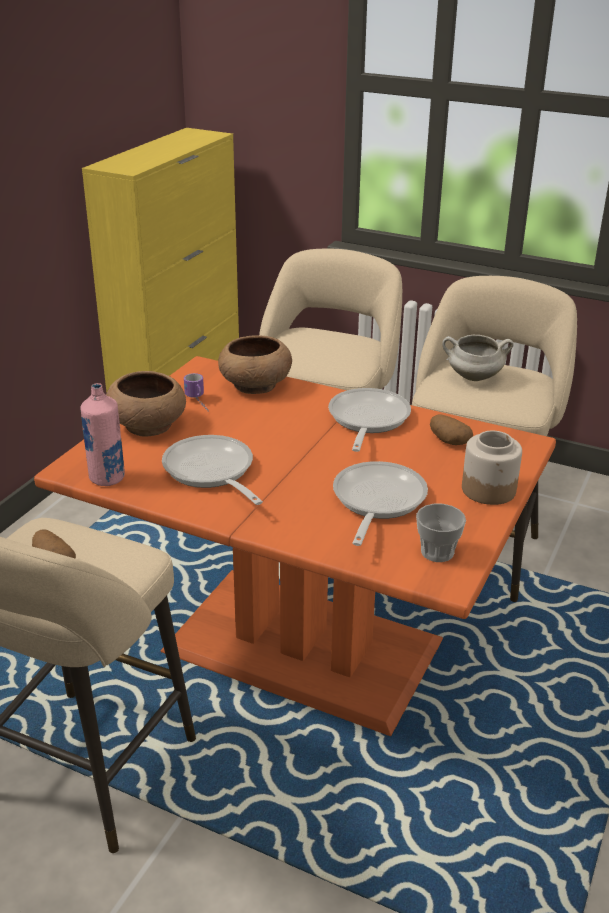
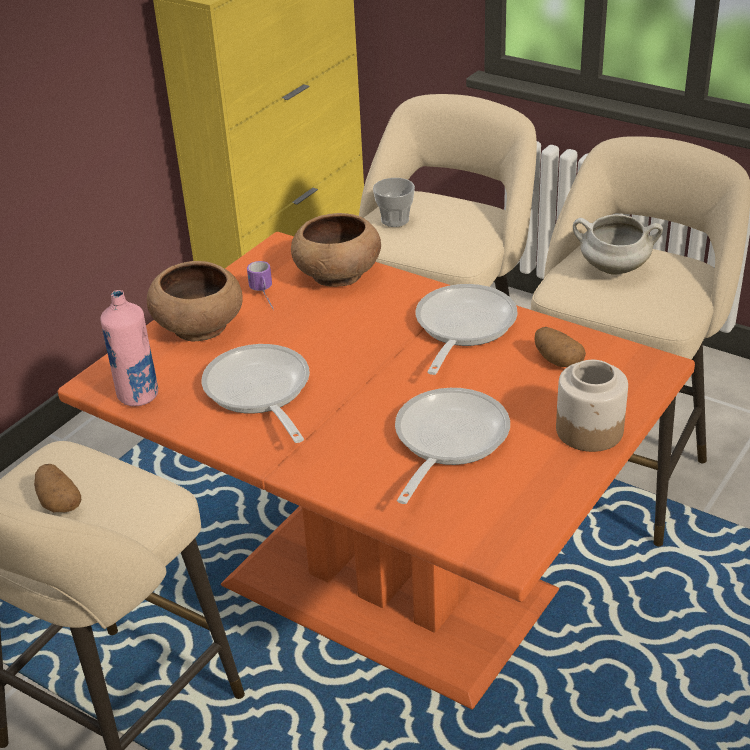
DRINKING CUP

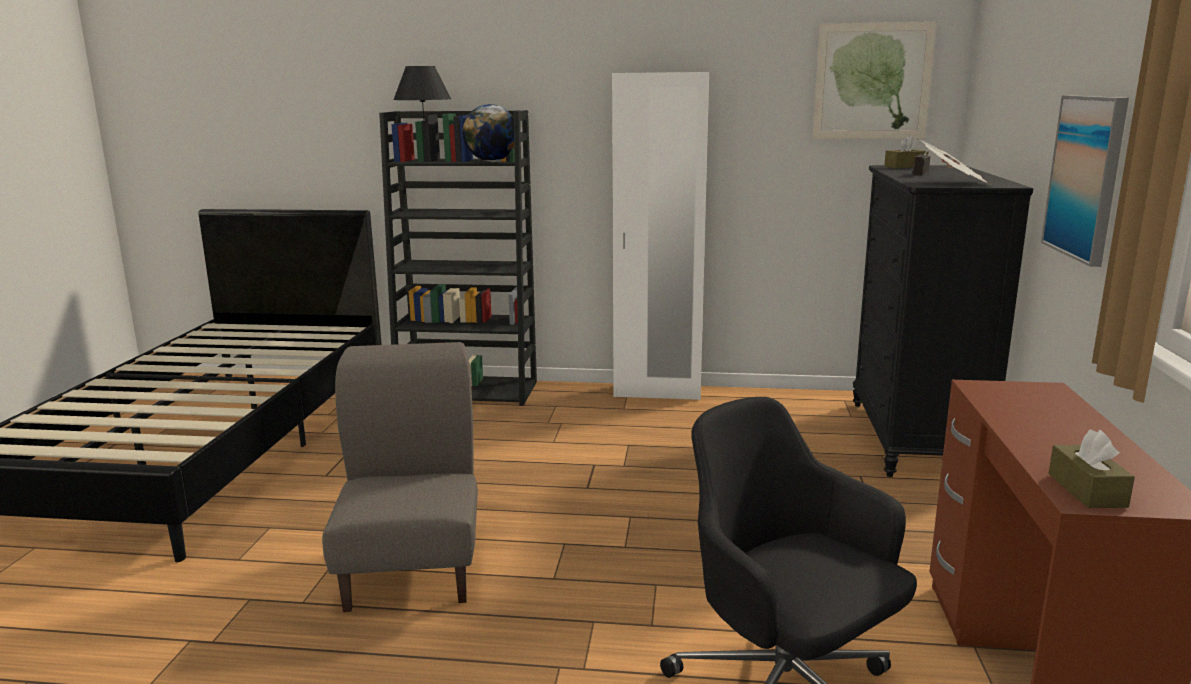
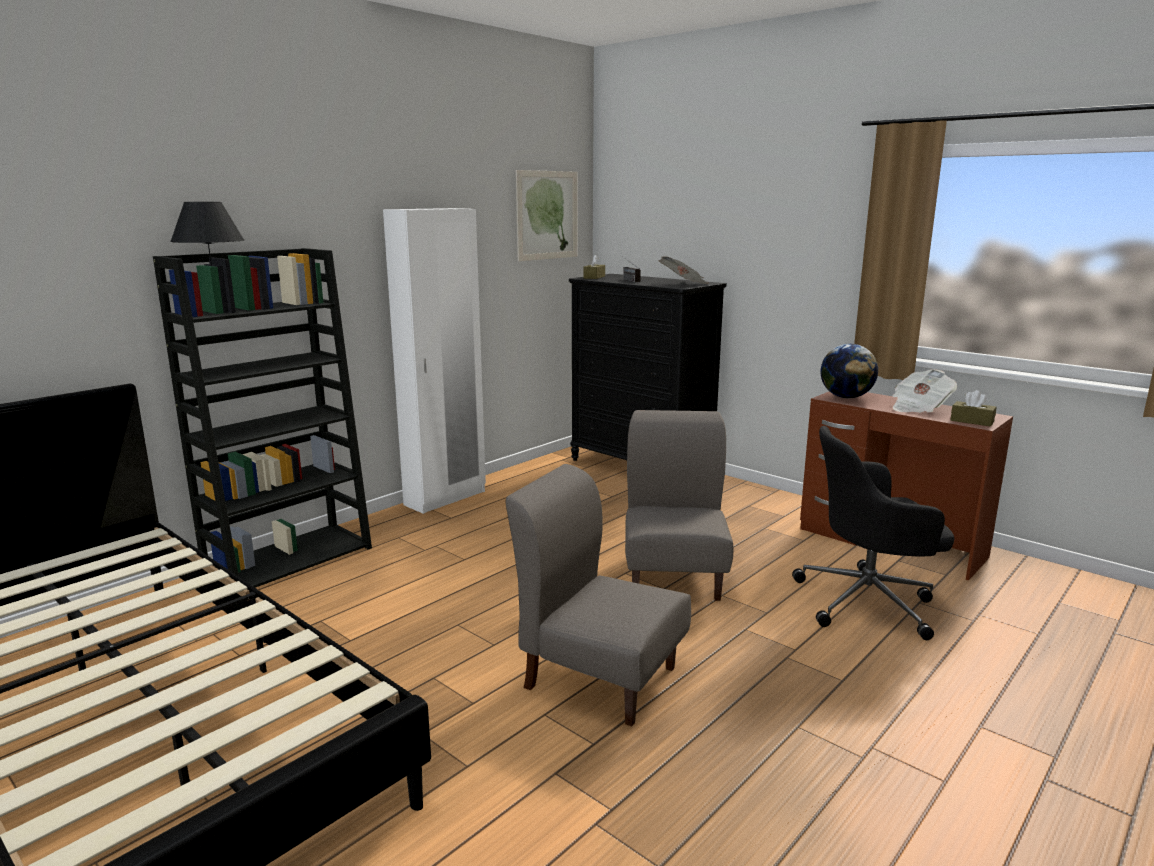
WALL PICTURE (no. 2 from left in the first image)
WORLD GLOBE
NEWSPAPER (no. 2 from left)
GREYISH UPRIGHT CHAIR (no. 2 from left)

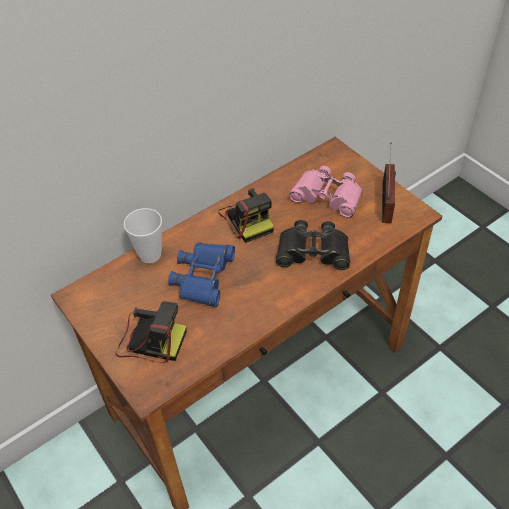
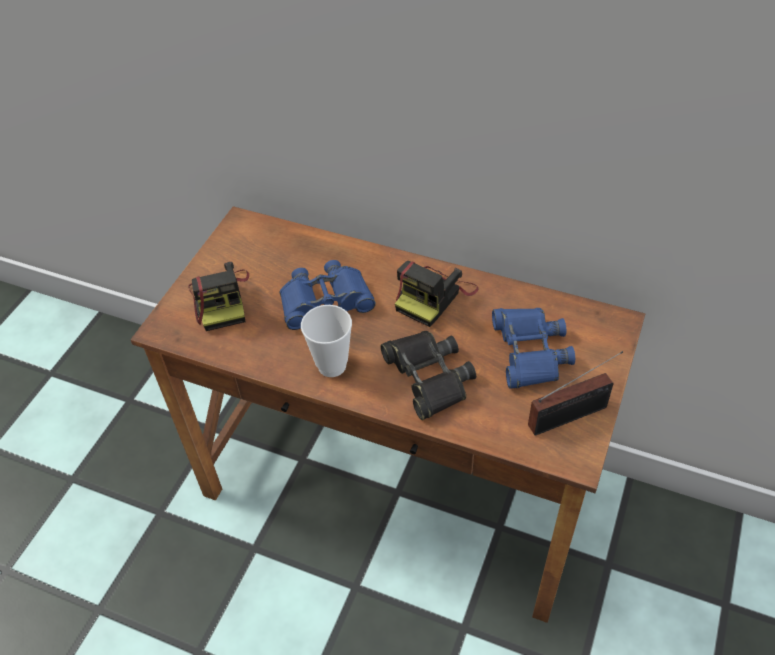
BLUE-COLOURED BINOCULARS (no. 2 from left)
DRINKING CUP

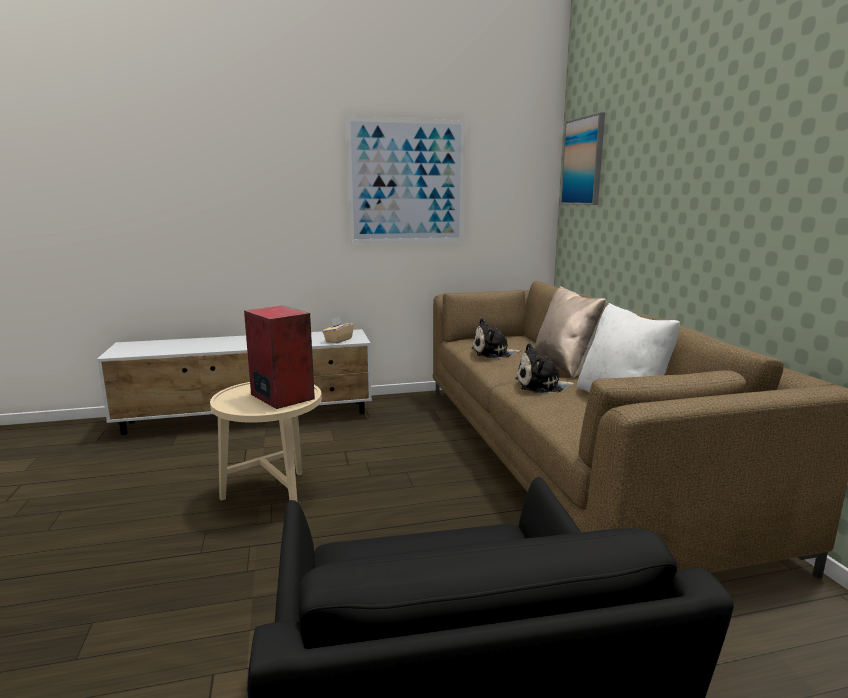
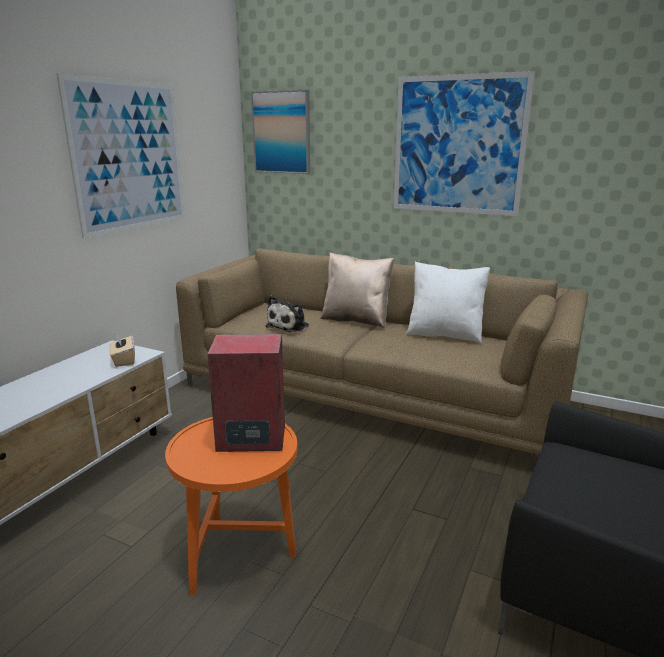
SOFT TOY (no. 2 from left in the first image)
ORANGE-COLOURED END TABLE
WALL PICTURE (no. 3 from left)

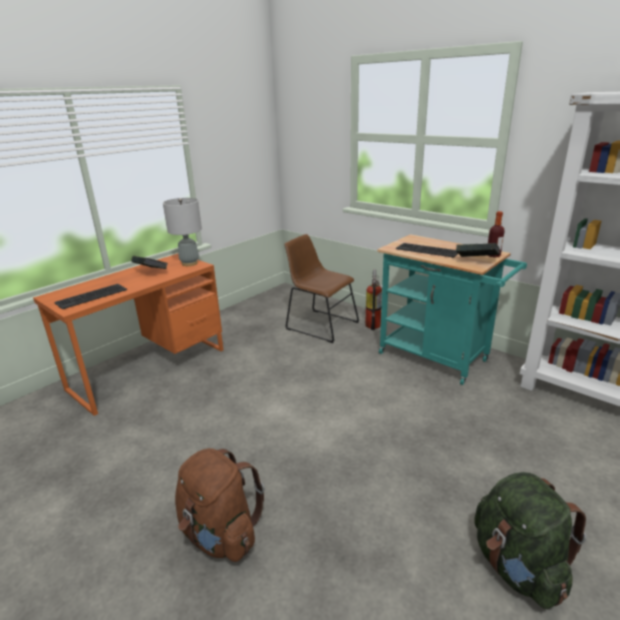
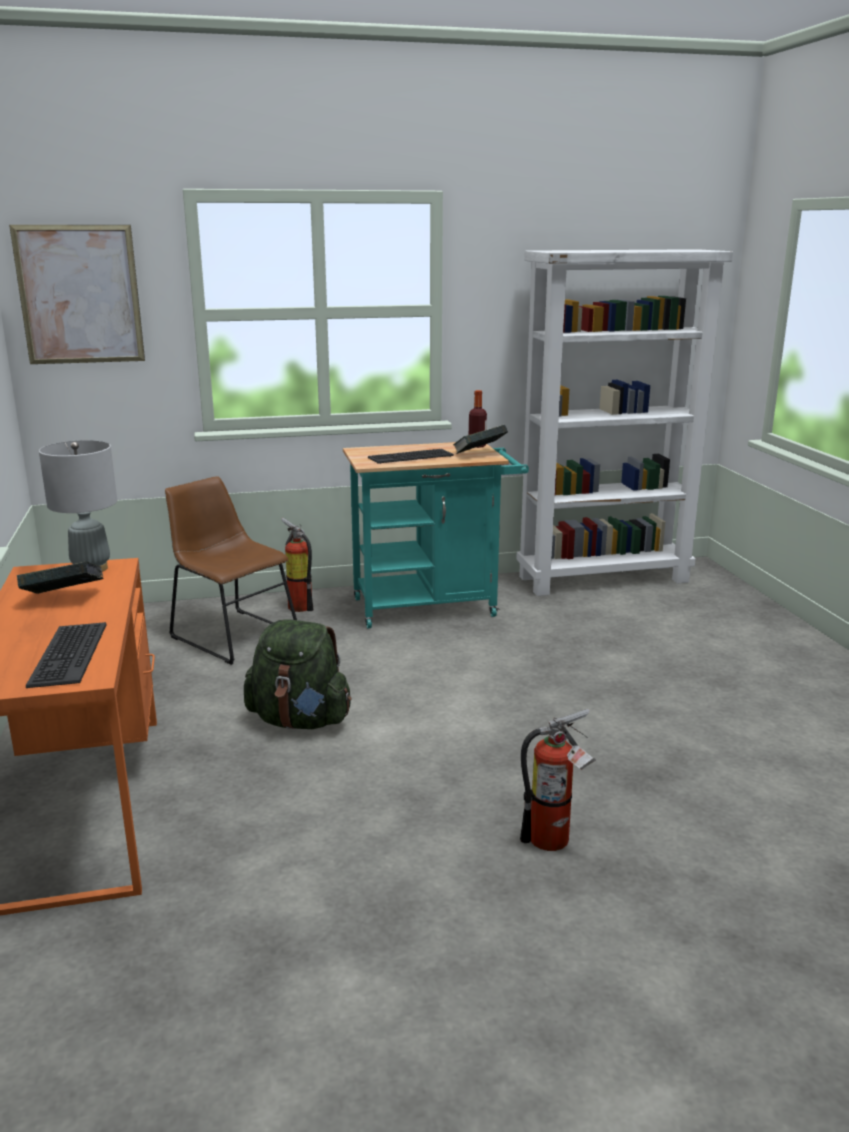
BROWN-COLOURED UPRIGHT CHAIR
EXTINGUISHER (no. 2 from left)
GREENISH BACKPACK
WALL PICTURE

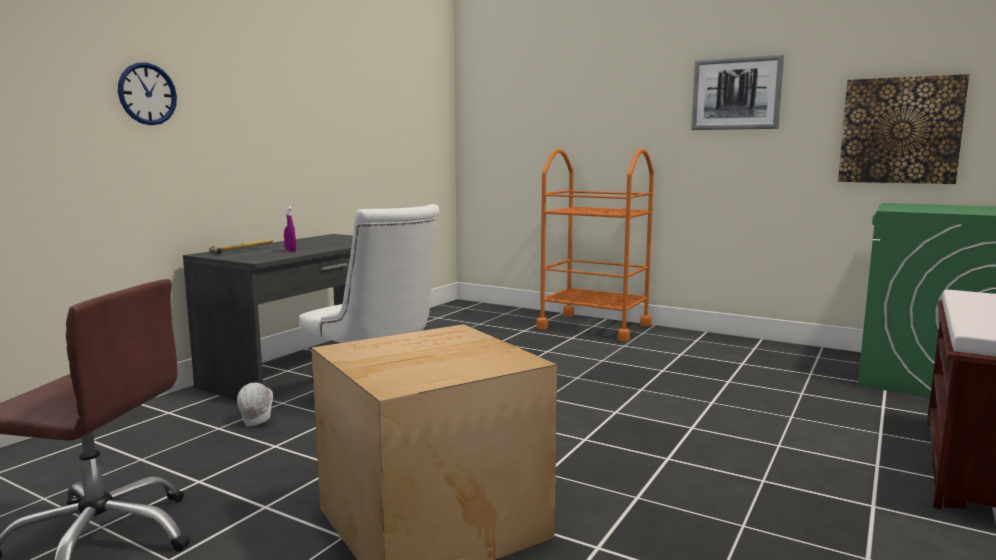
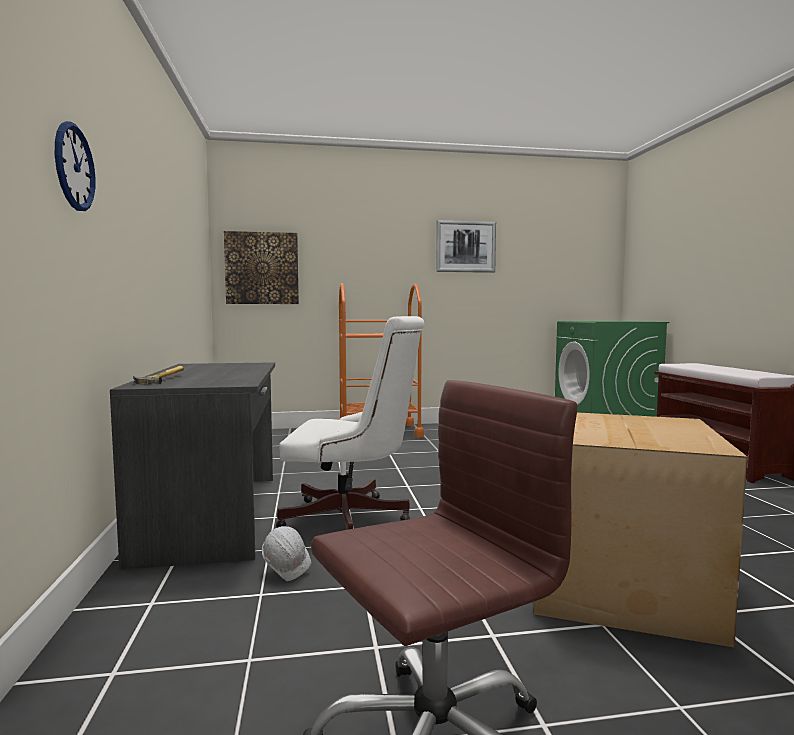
WALL PICTURE (no. 1 from left)
PURPLE-COLOURED SPRAY BOTTLE

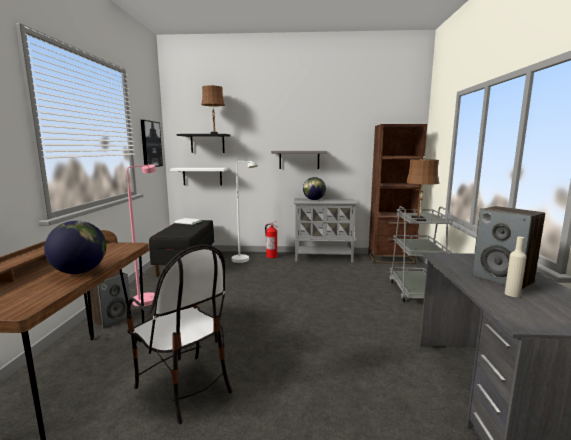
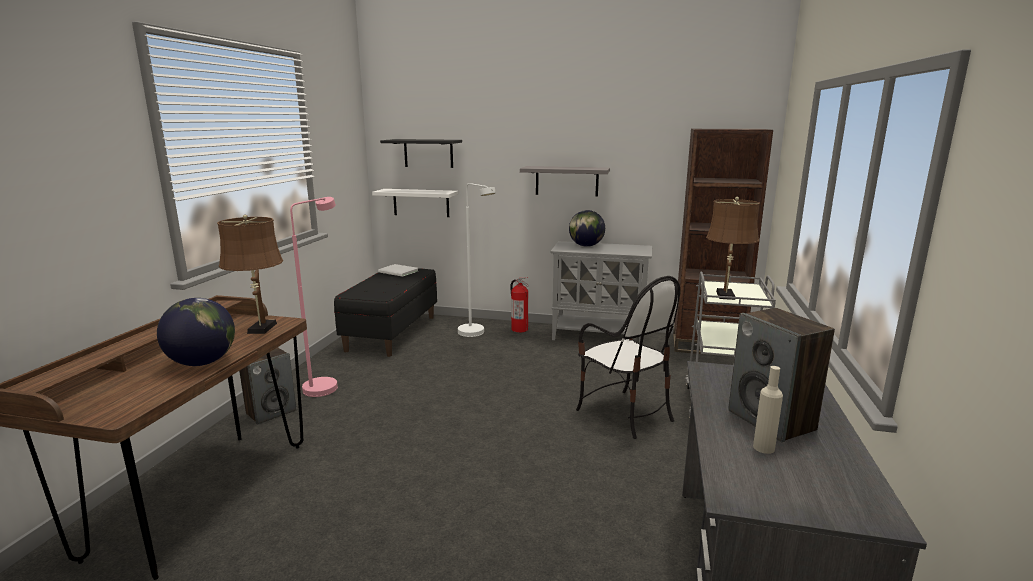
BROWN-COLOURED TABLETOP LAMP (no. 1 from left)
WALL PICTURE
UPRIGHT CHAIR

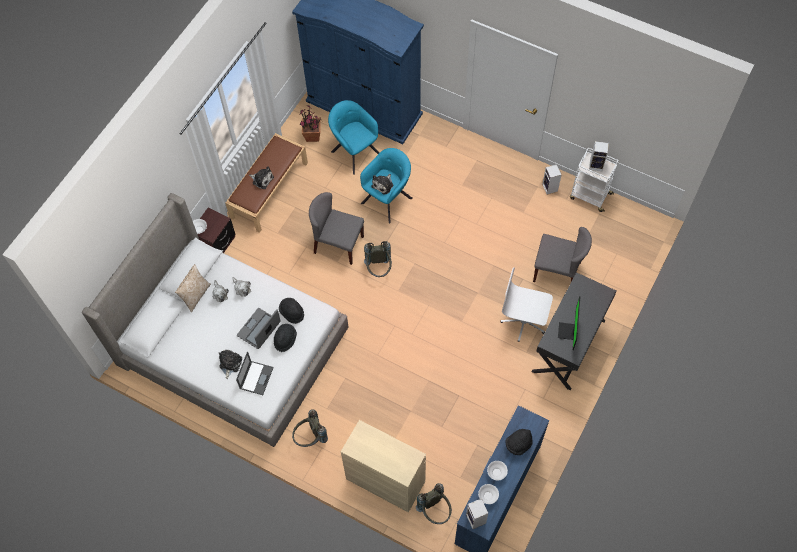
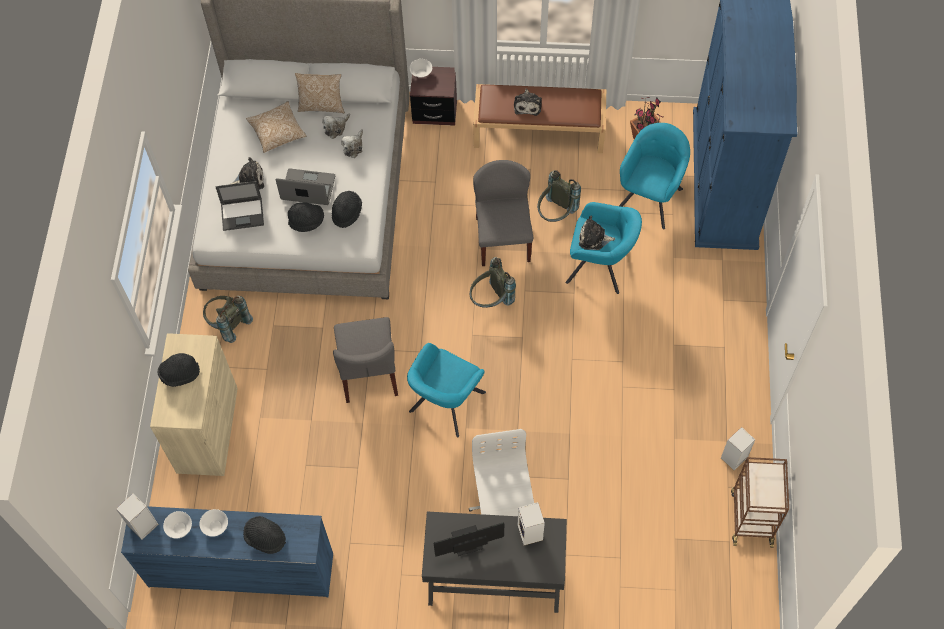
AUDIO SPEAKER (no. 2 from left)
BROWN-COLOURED TROLLEY
GREYISH UPRIGHT CHAIR (no. 1 from left)
GREYISH BACKPACK (no. 3 from left)
THROW PILLOW (no. 1 from left)
TURQUOISE-COLOURED EASY CHAIR (no. 1 from left)
BLACKISH HAT (no. 1 from left)

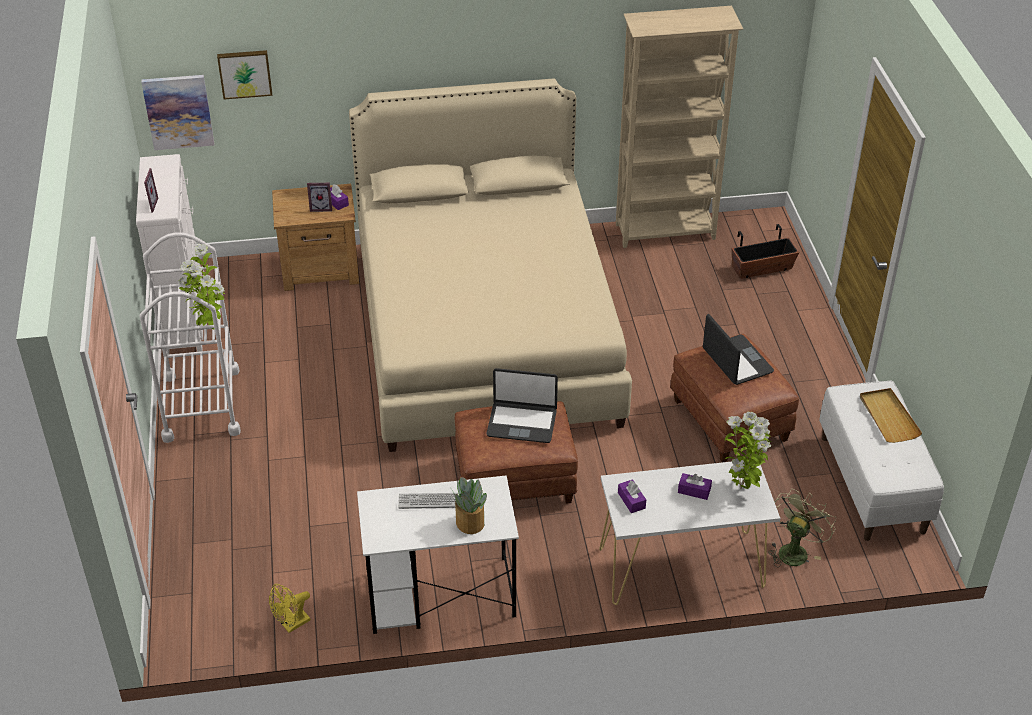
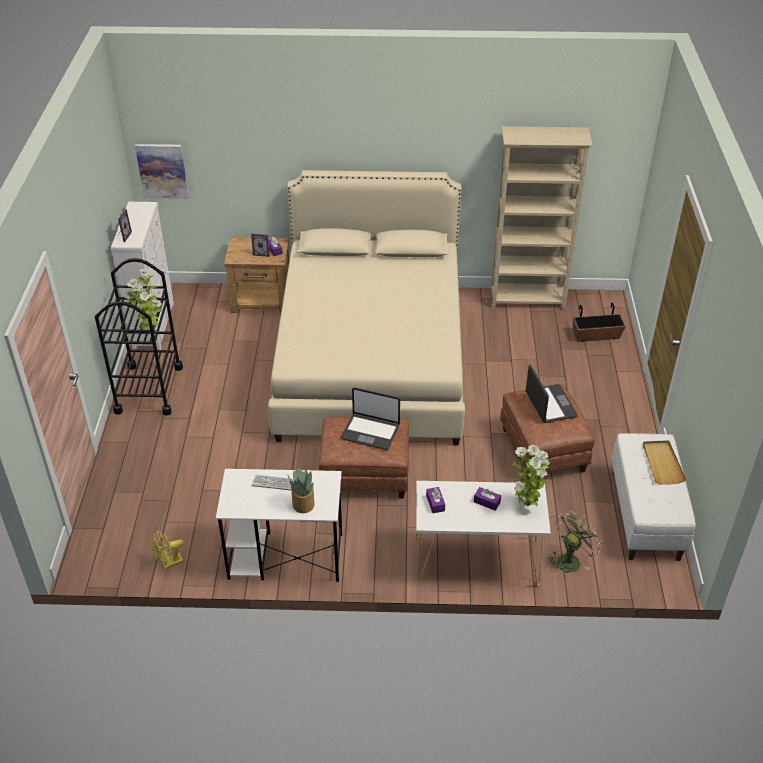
WALL PICTURE (no. 2 from left in the first image)
BLACKISH TROLLEY

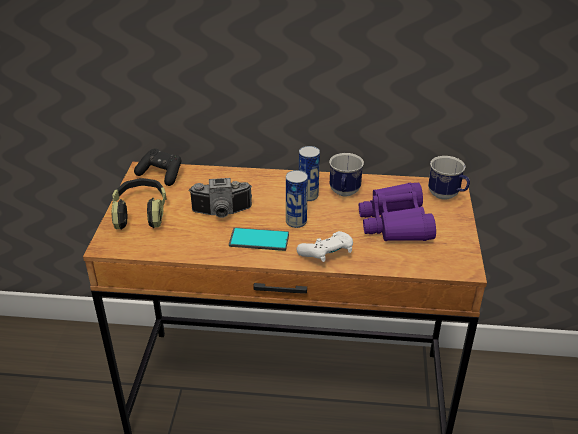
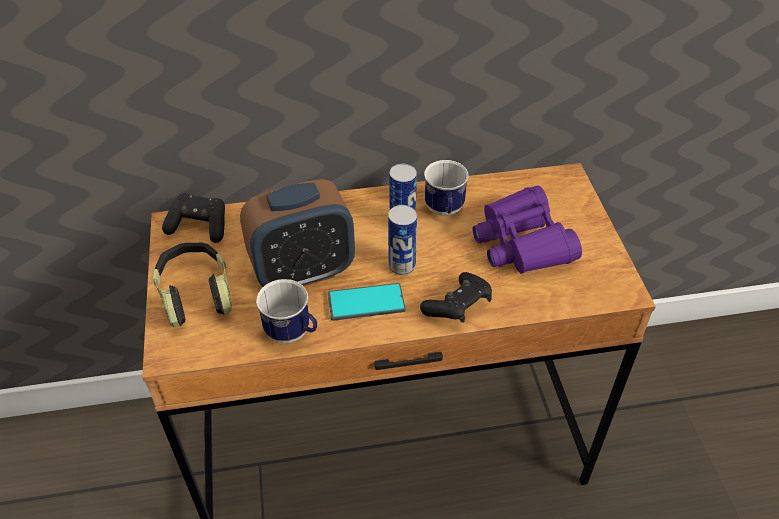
COFFEE MUG (no. 1 from left)
ALARM CLOCK
BLACKISH GAME CONTROLLER (no. 2 from left)

